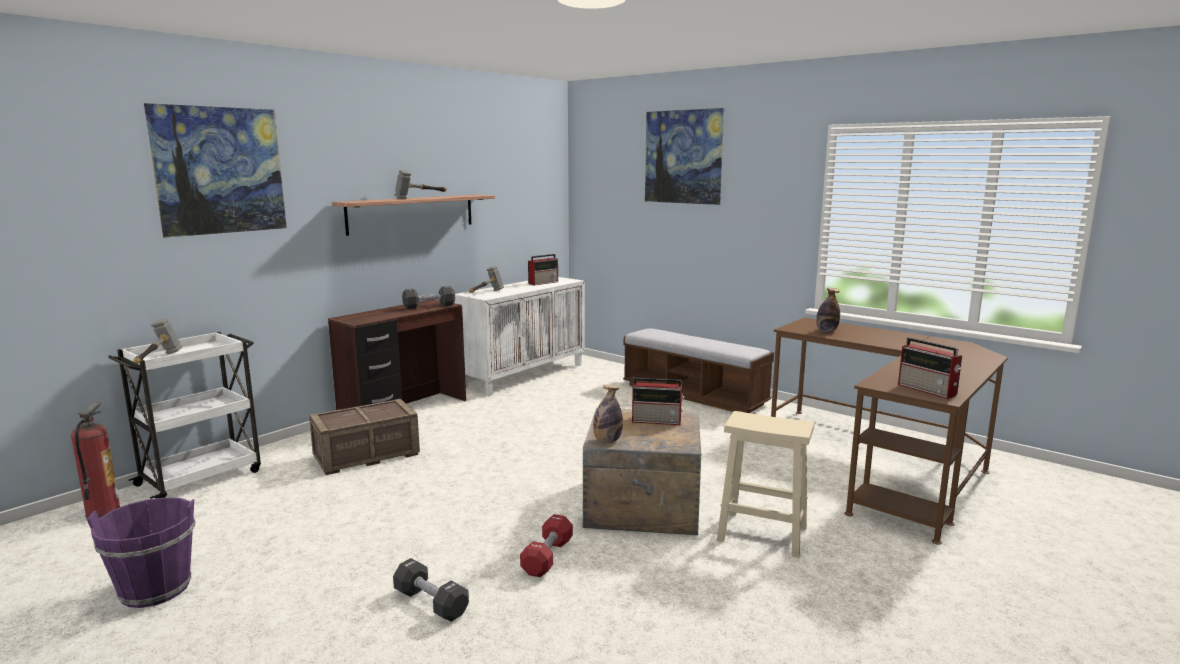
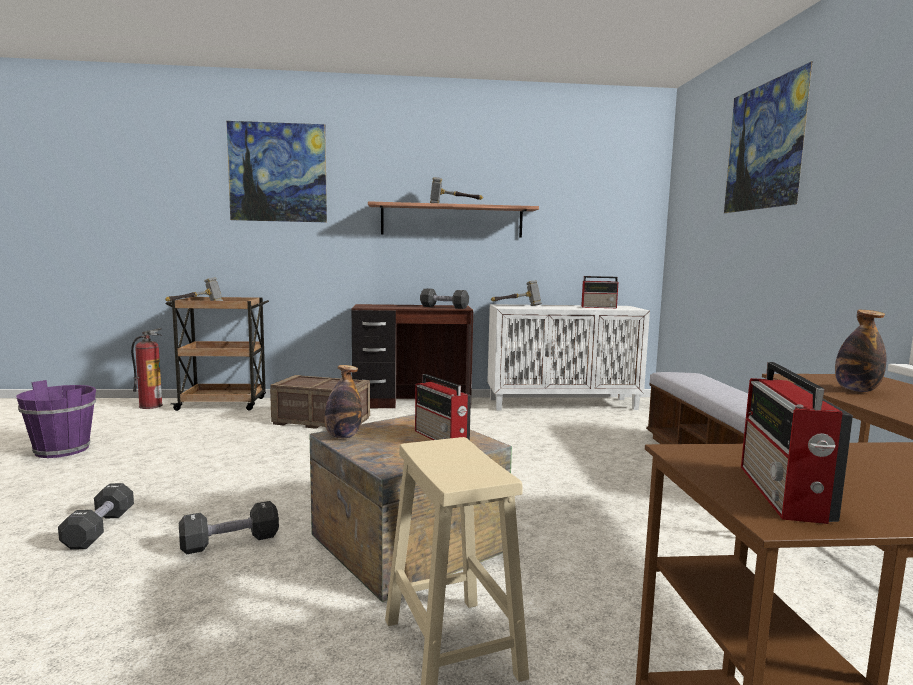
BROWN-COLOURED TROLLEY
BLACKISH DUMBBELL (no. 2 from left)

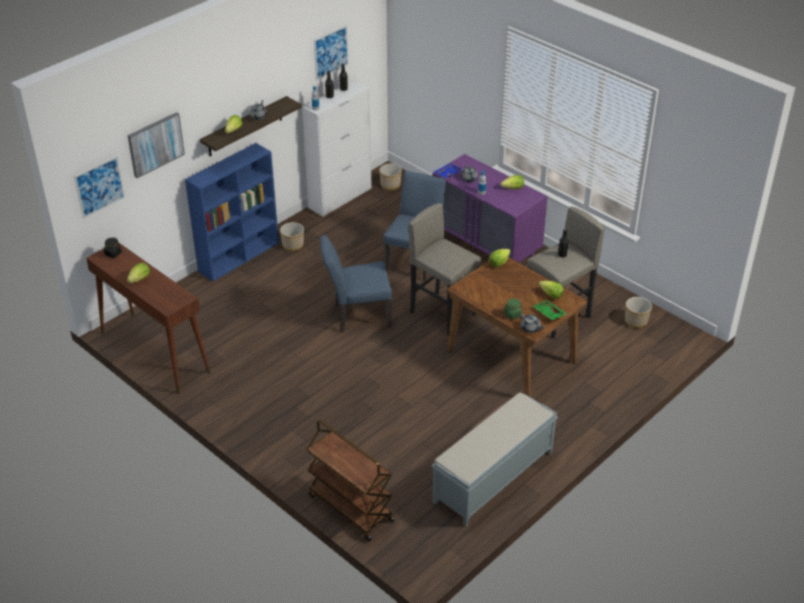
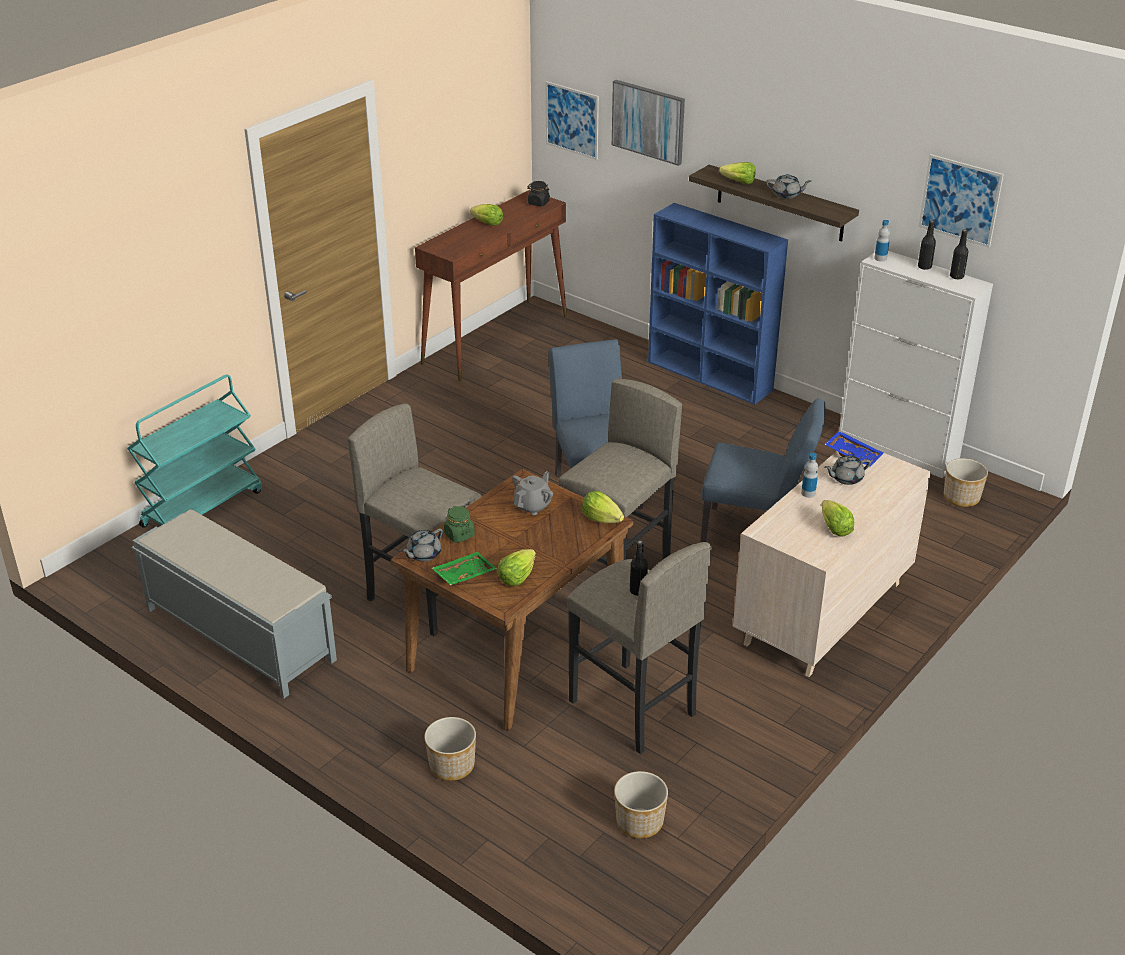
BEIGE DRAWER CHEST
PLANT POT (no. 1 from left)
TURQUOISE-COLOURED TROLLEY
GREYISH STOOL SEAT (no. 1 from left)
GREYISH TEA POT (no. 2 from left)

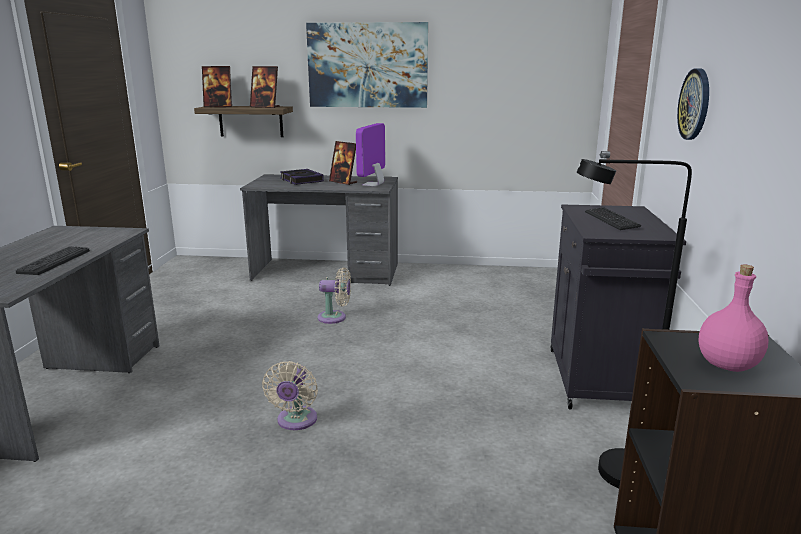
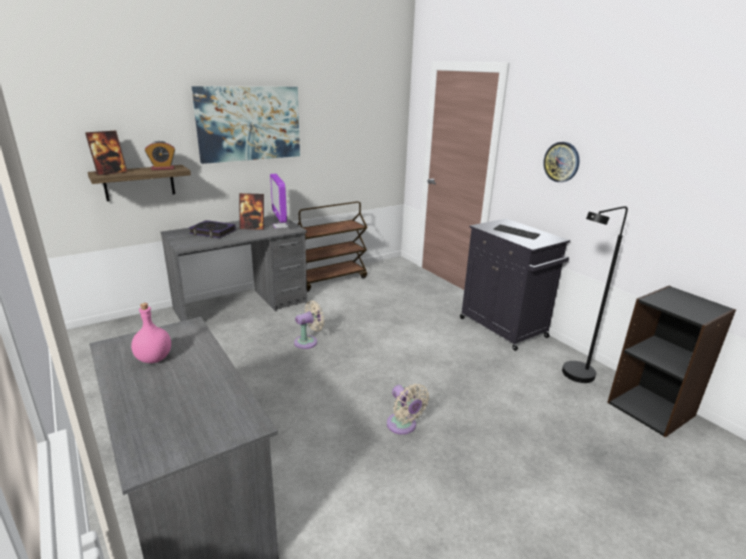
ALARM CLOCK
COMPUTER KEYBOARD (no. 1 from left in the first image)
PINKISH DRINK BOTTLE
BROWN-COLOURED TROLLEY

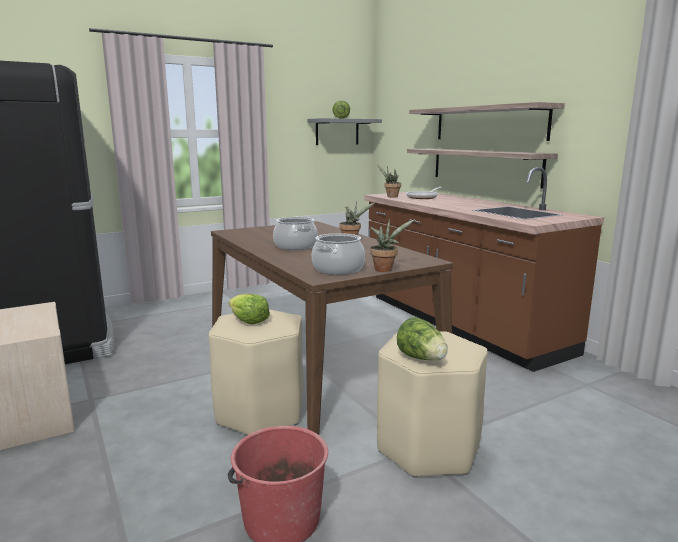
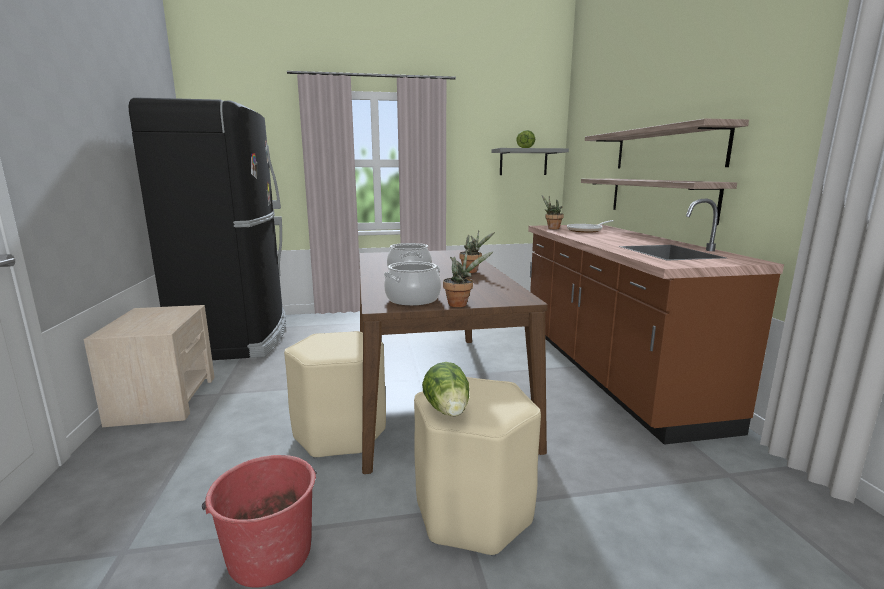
HEAD OF LETTUCE (no. 1 from left in the first image)

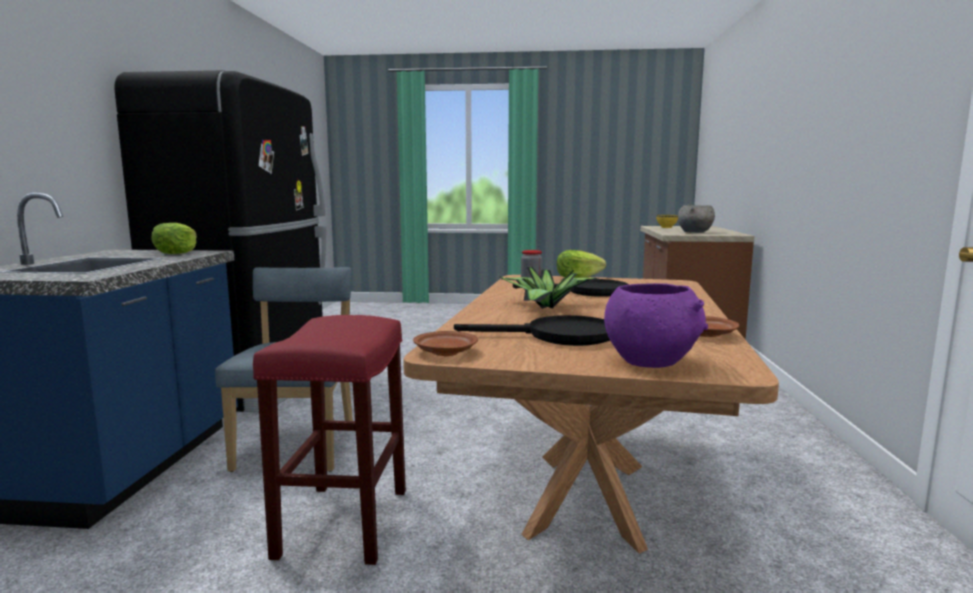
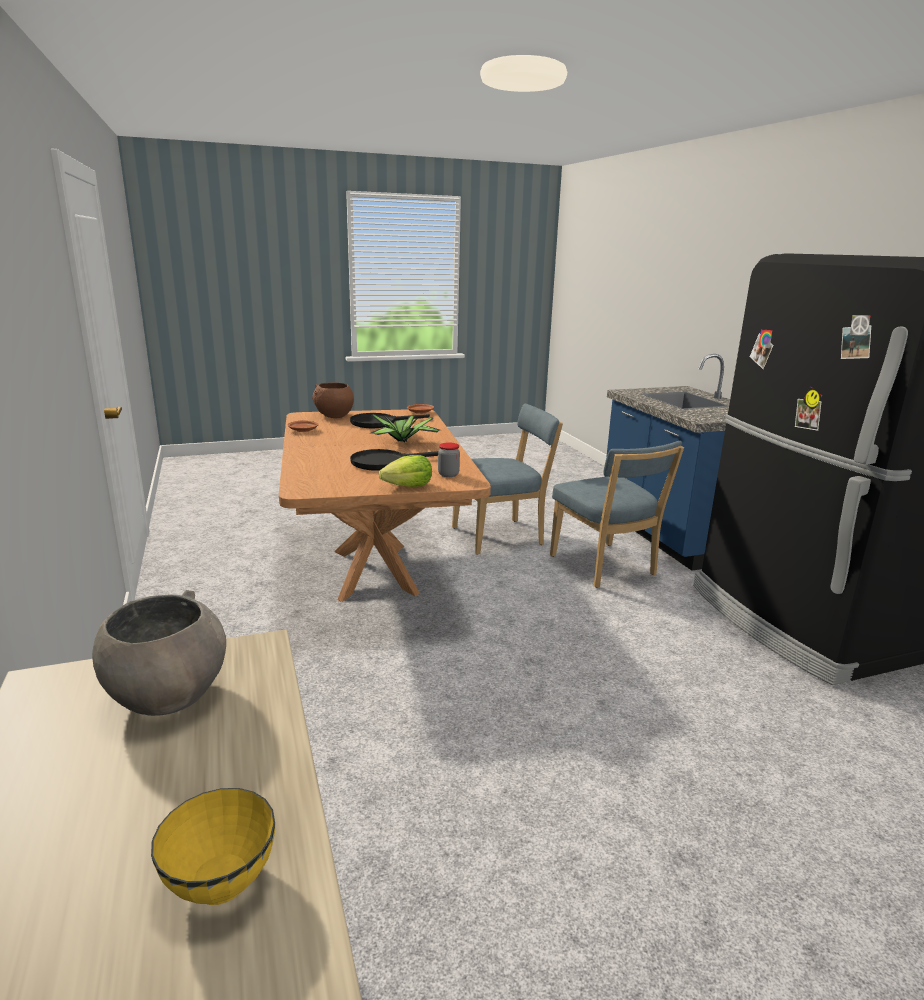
HEAD OF LETTUCE (no. 1 from left in the first image)
BROWN-COLOURED SERVING BOWL
BLUE-COLOURED UPRIGHT CHAIR (no. 1 from left)

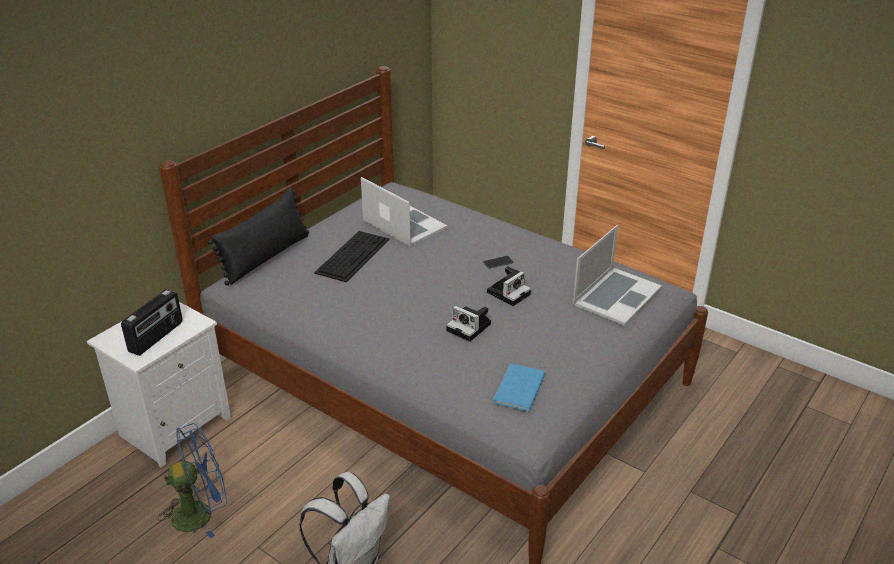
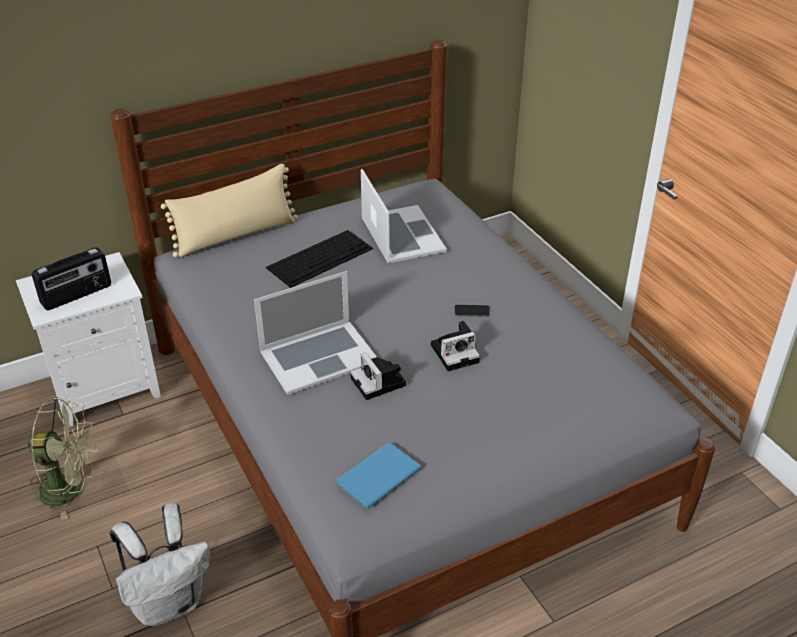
BEIGE THROW PILLOW
LAPTOP (no. 1 from left)
GREENISH ELECTRIC FAN

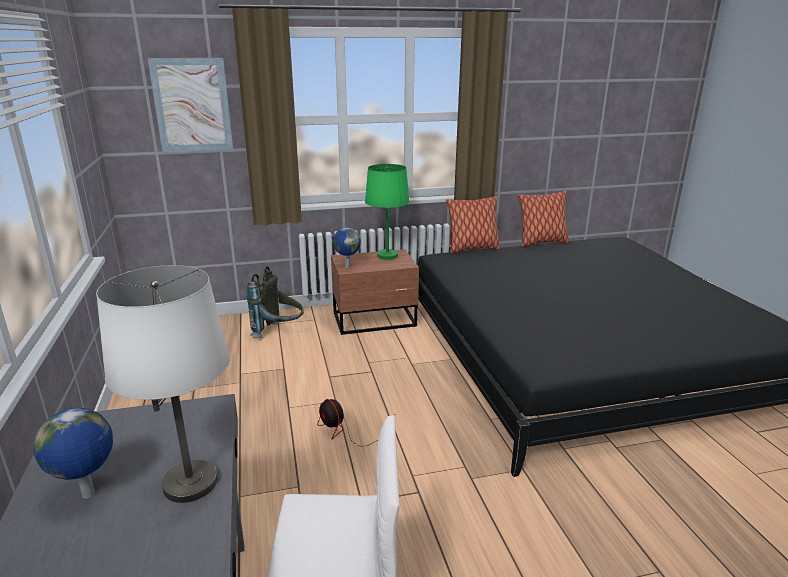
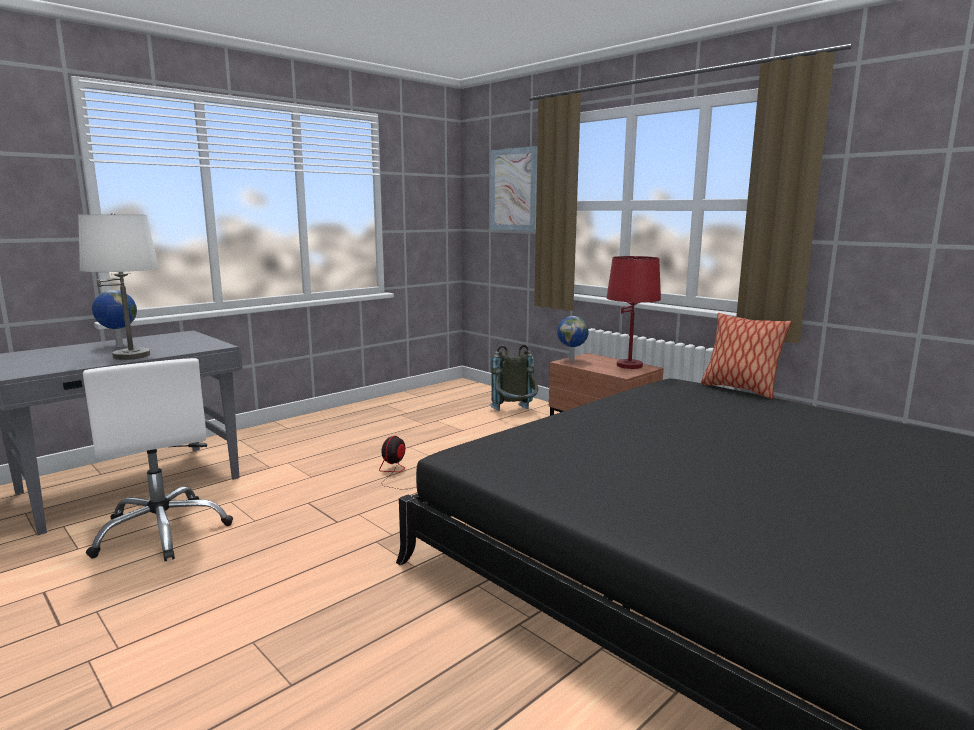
REDDISH TABLETOP LAMP
THROW PILLOW (no. 2 from left in the first image)

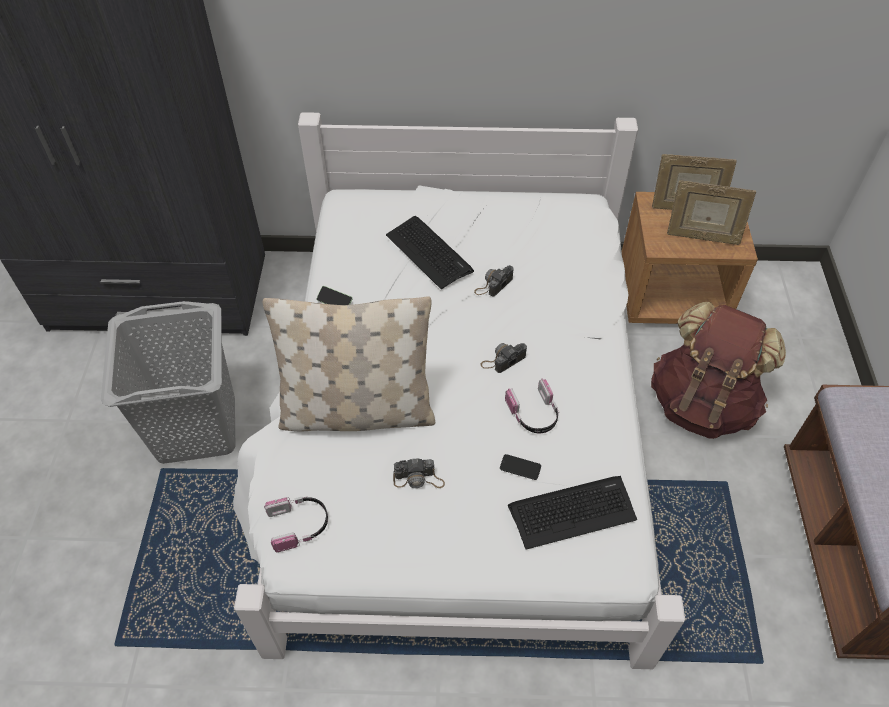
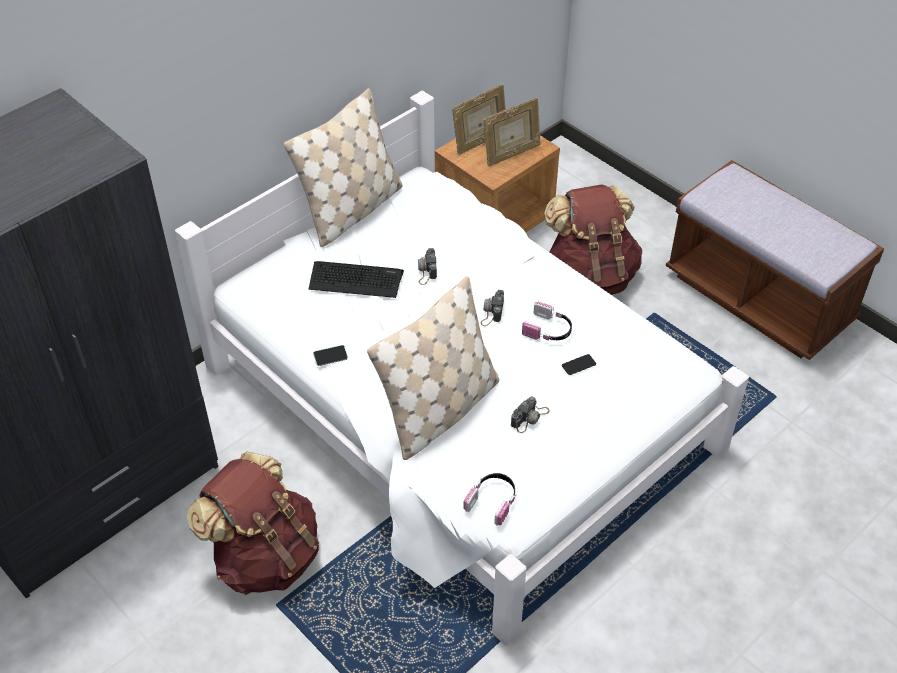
BROWN-COLOURED BACKPACK (no. 1 from left)
COMPUTER KEYBOARD (no. 2 from left in the first image)
BEIGE THROW PILLOW (no. 1 from left)

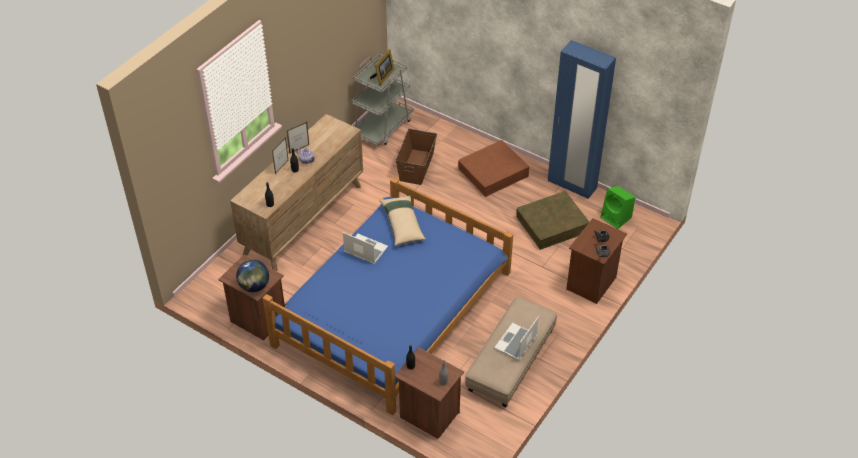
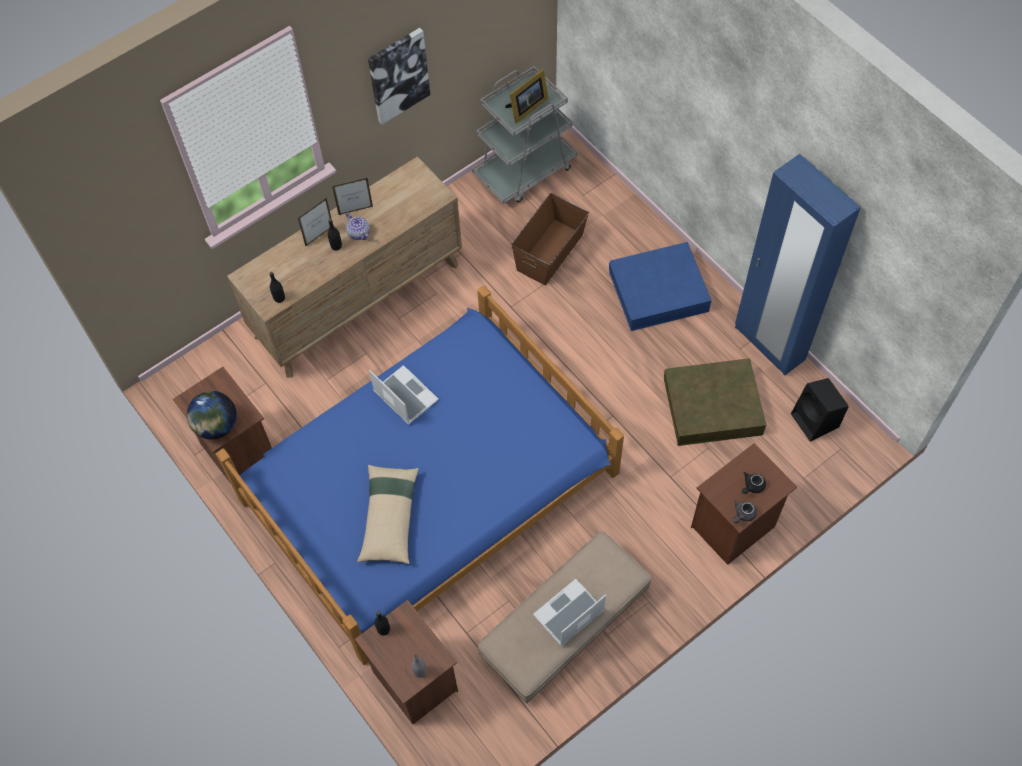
BLUE-COLOURED STORAGE CONTAINER
BLACKISH AUDIO SPEAKER
BEIGE THROW PILLOW
WALL PICTURE

